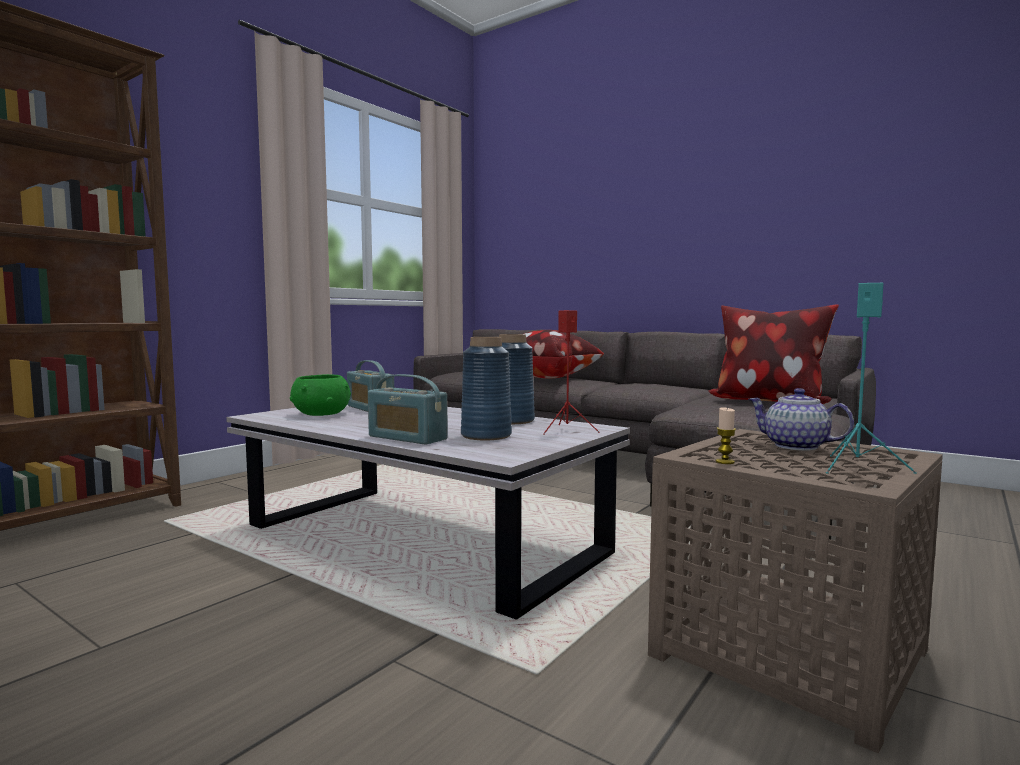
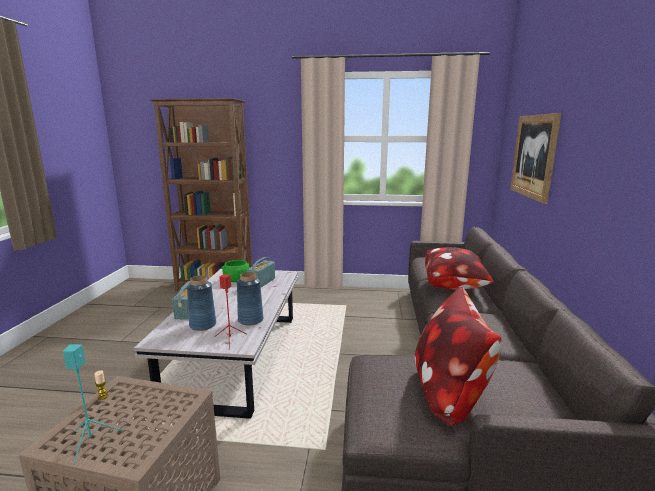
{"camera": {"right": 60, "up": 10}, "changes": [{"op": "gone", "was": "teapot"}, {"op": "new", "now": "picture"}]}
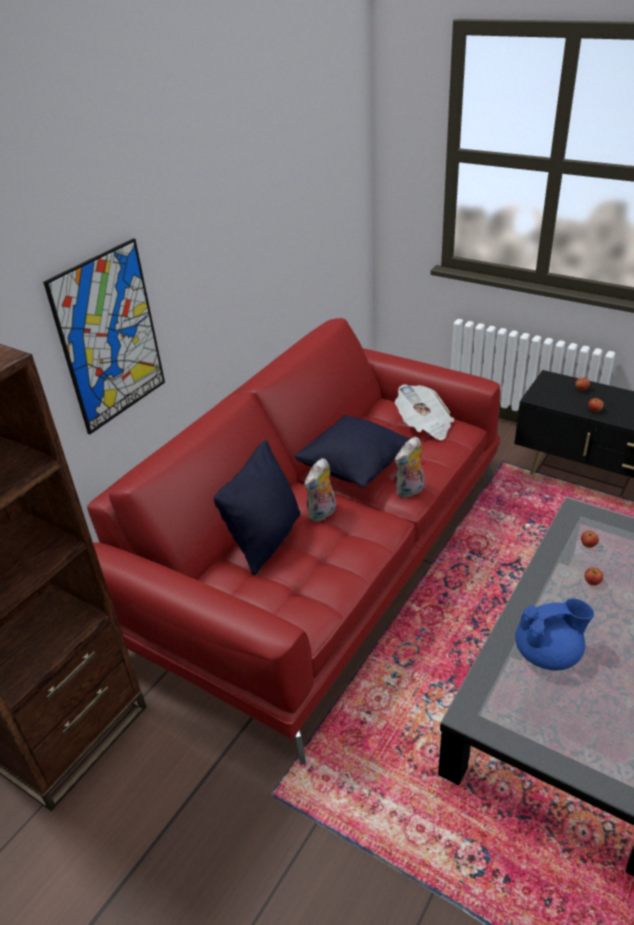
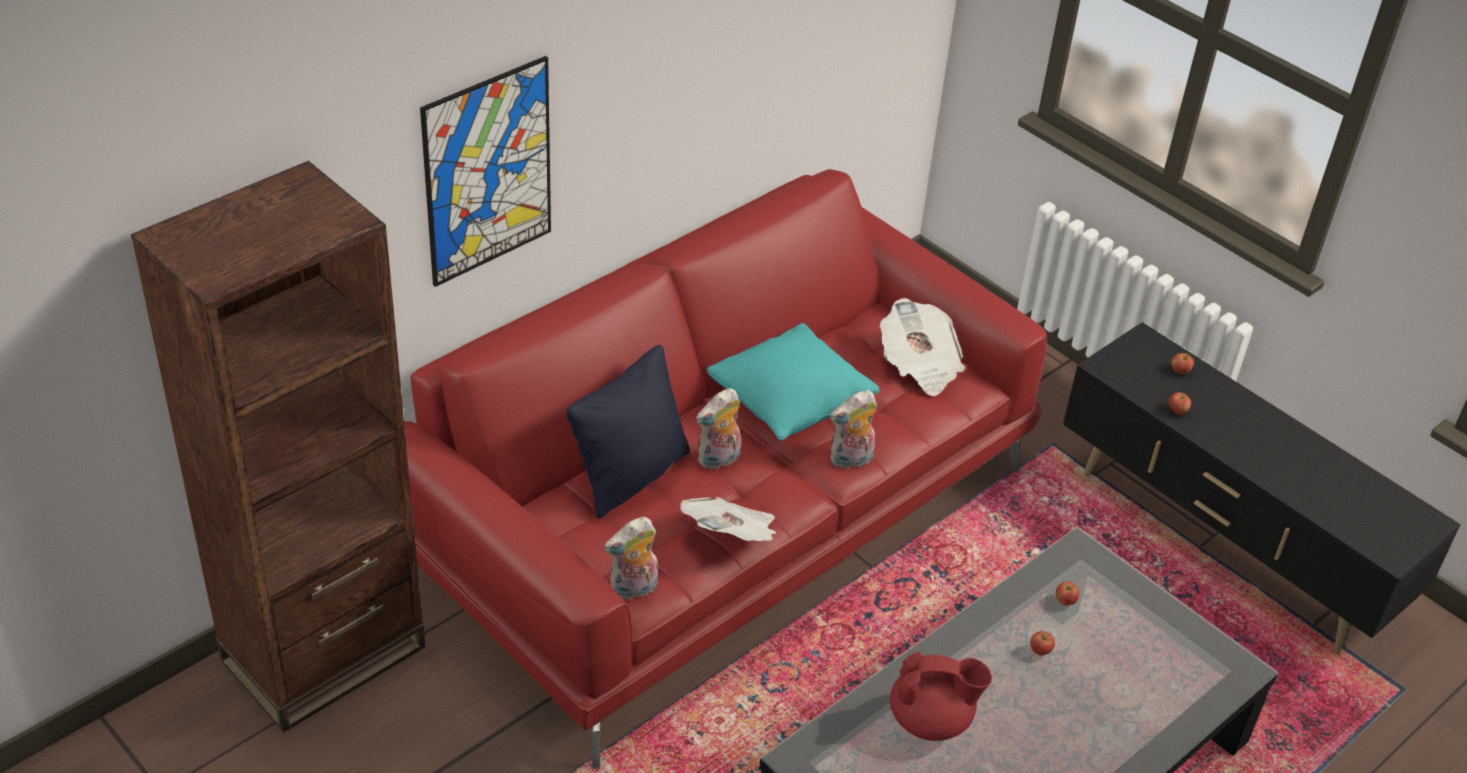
{"camera": {"right": 10, "up": 5}, "changes": [{"op": "repainted", "was": "pillow/black (no. 2 from left)", "now": "pillow/turquoise"}, {"op": "repainted", "was": "teapot/blue", "now": "teapot/red"}, {"op": "new", "now": "plush toy (no. 1 from left)"}, {"op": "new", "now": "newspaper (no. 1 from left)"}]}
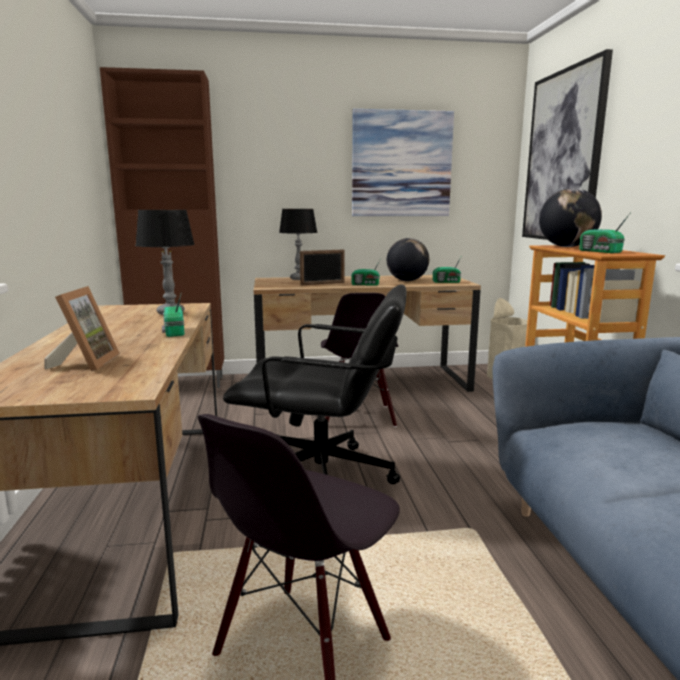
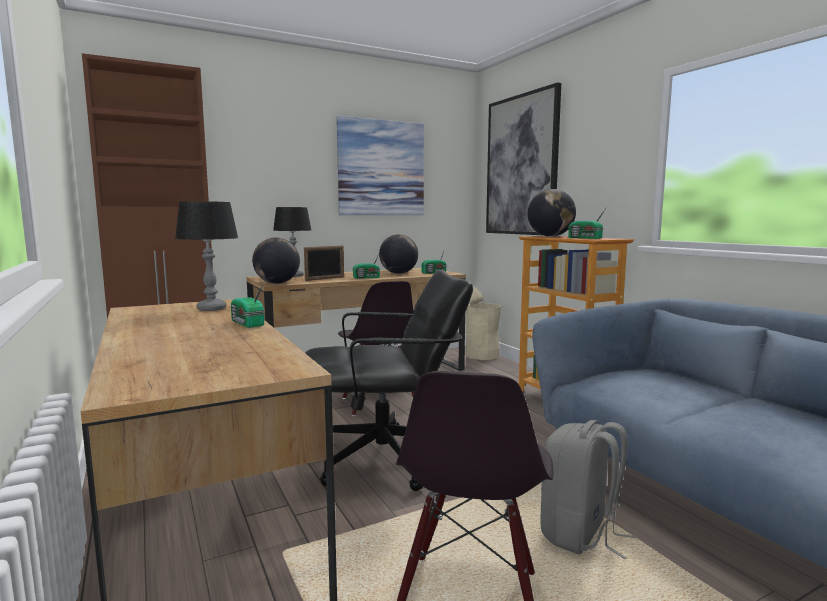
{"camera": {"right": -20, "up": -5}, "changes": [{"op": "gone", "was": "picture frame (no. 1 from left)"}, {"op": "new", "now": "globe (no. 1 from left)"}, {"op": "new", "now": "backpack/grey"}]}
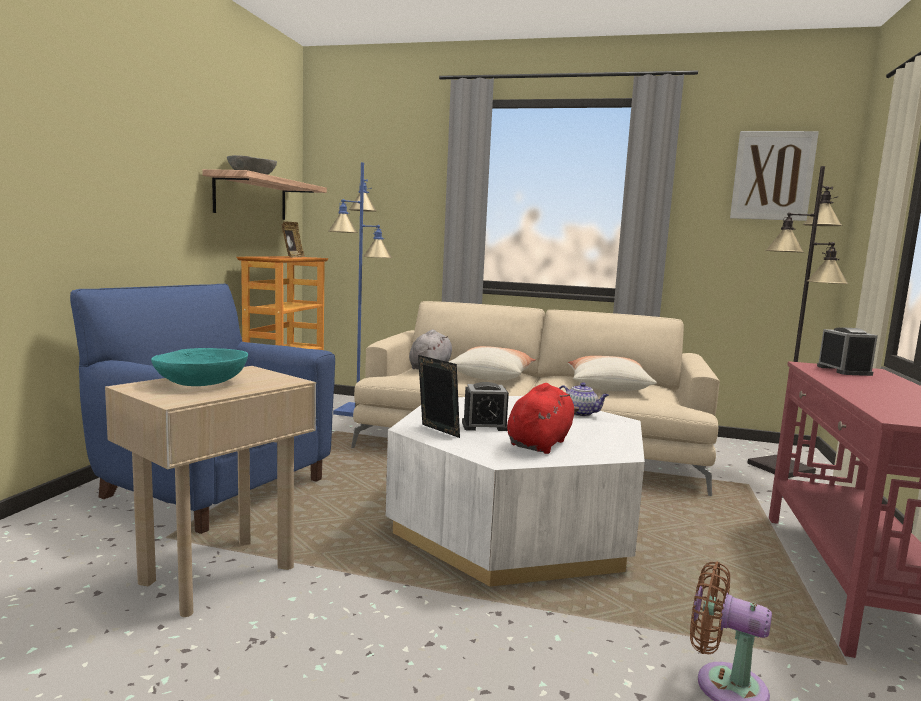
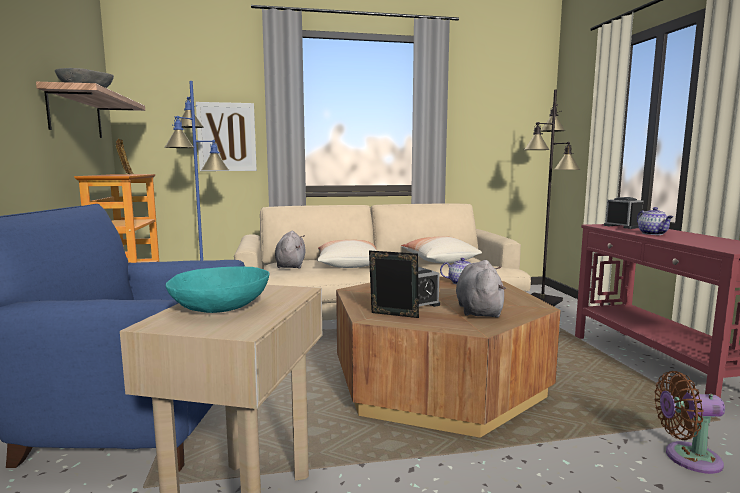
{"camera": {"right": -25, "up": 0}, "changes": [{"op": "repainted", "was": "coffee table/white", "now": "coffee table/brown"}, {"op": "repainted", "was": "plush toy/red", "now": "plush toy/grey (no. 2 from left)"}, {"op": "shifted", "was": "picture"}, {"op": "new", "now": "teapot (no. 2 from left)"}]}
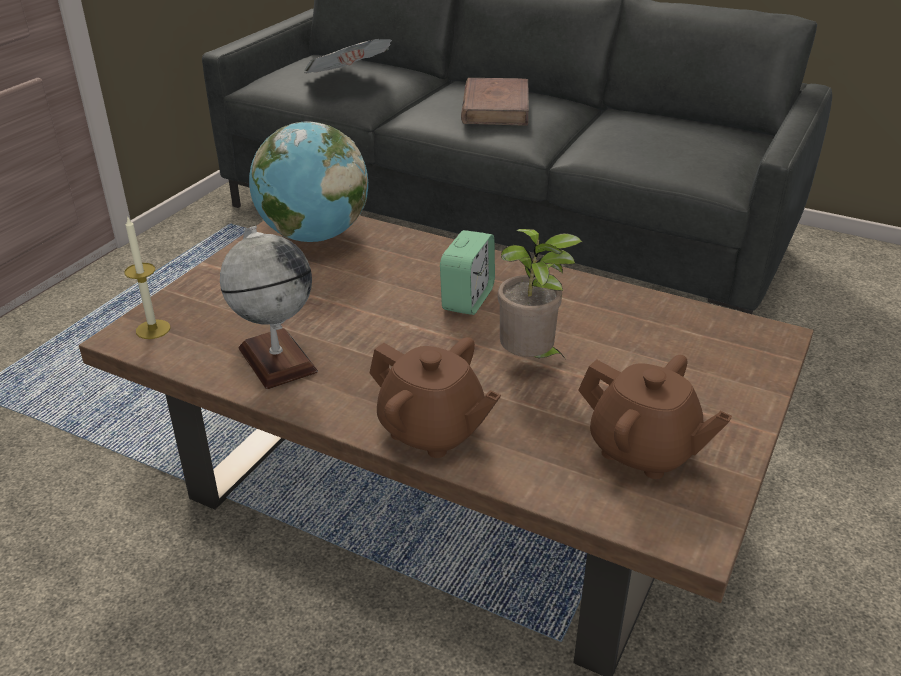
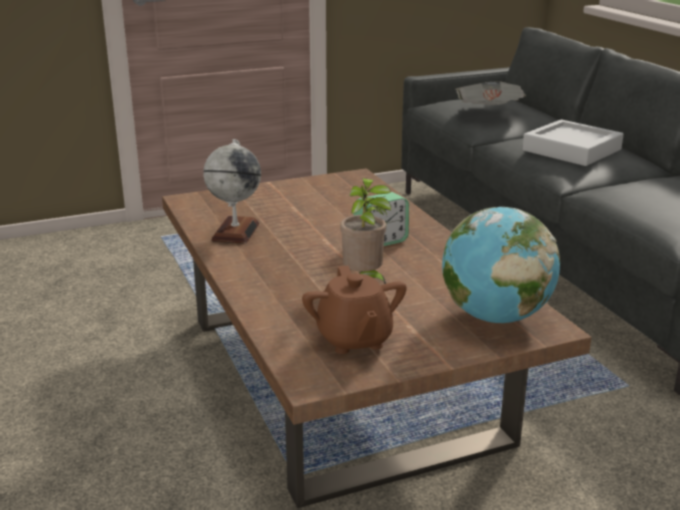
{"camera": {"right": 40, "up": -10}, "changes": [{"op": "gone", "was": "candle"}, {"op": "shifted", "was": "globe (no. 2 from left)"}, {"op": "gone", "was": "teapot/brown (no. 1 from left)"}, {"op": "swapped", "was": "book/brown", "now": "tray/grey"}]}
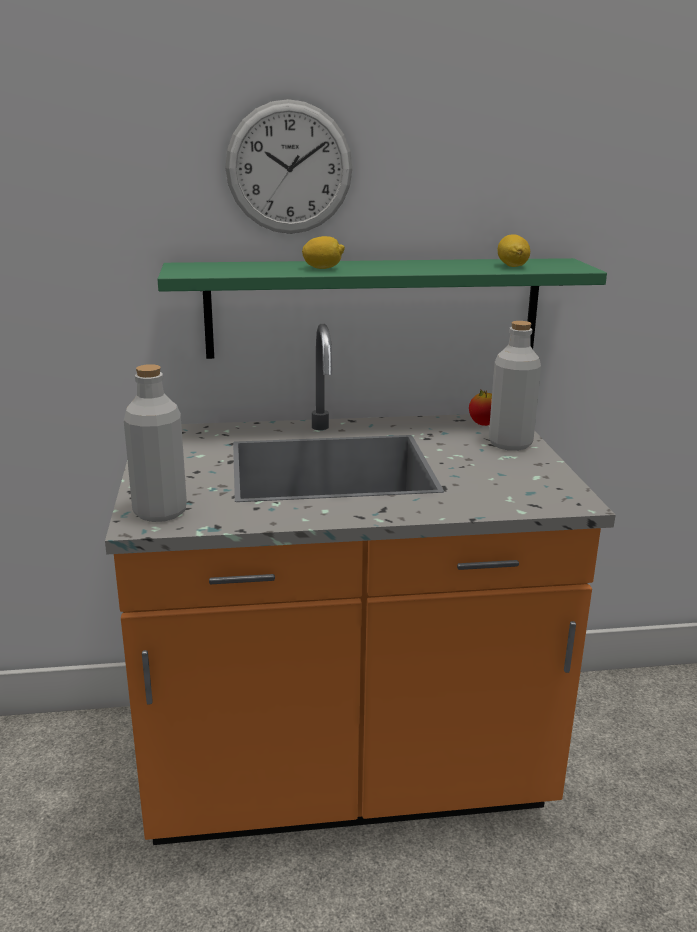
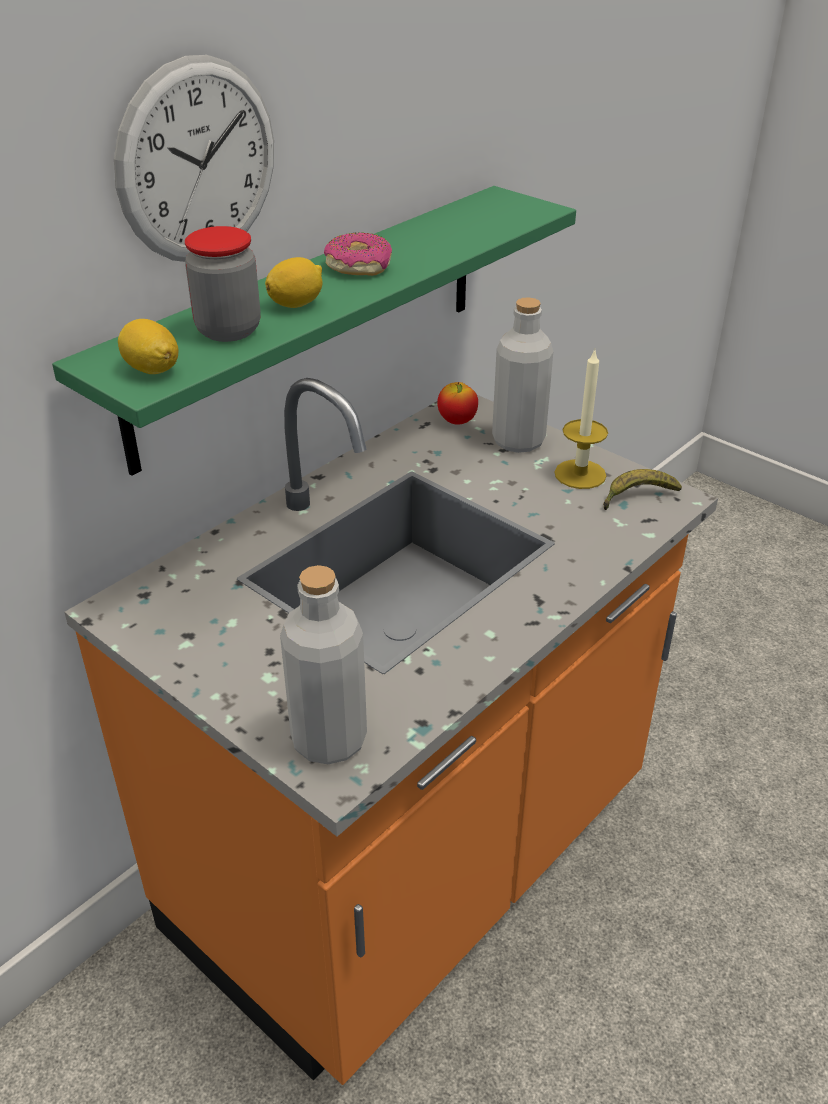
{"camera": {"right": -40, "up": 15}, "changes": [{"op": "shifted", "was": "lemon (no. 2 from left in the first image)", "now": "lemon (no. 1 from left)"}, {"op": "new", "now": "jar"}, {"op": "new", "now": "donut"}, {"op": "new", "now": "candle"}, {"op": "new", "now": "banana"}]}
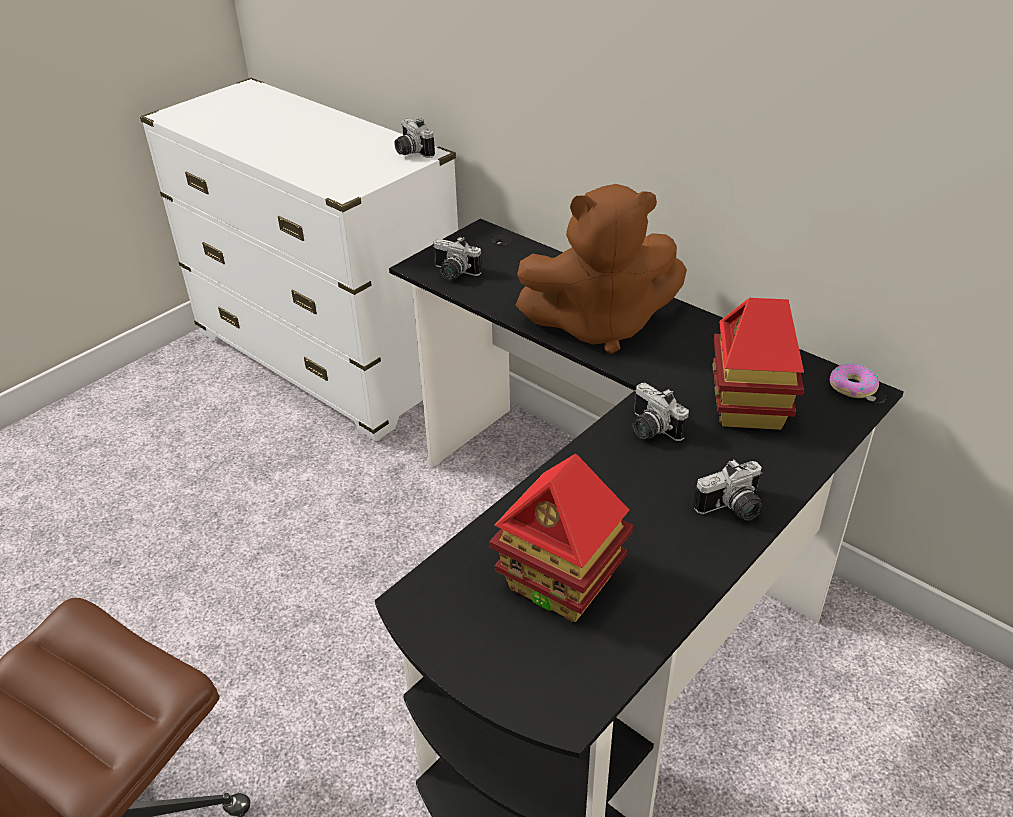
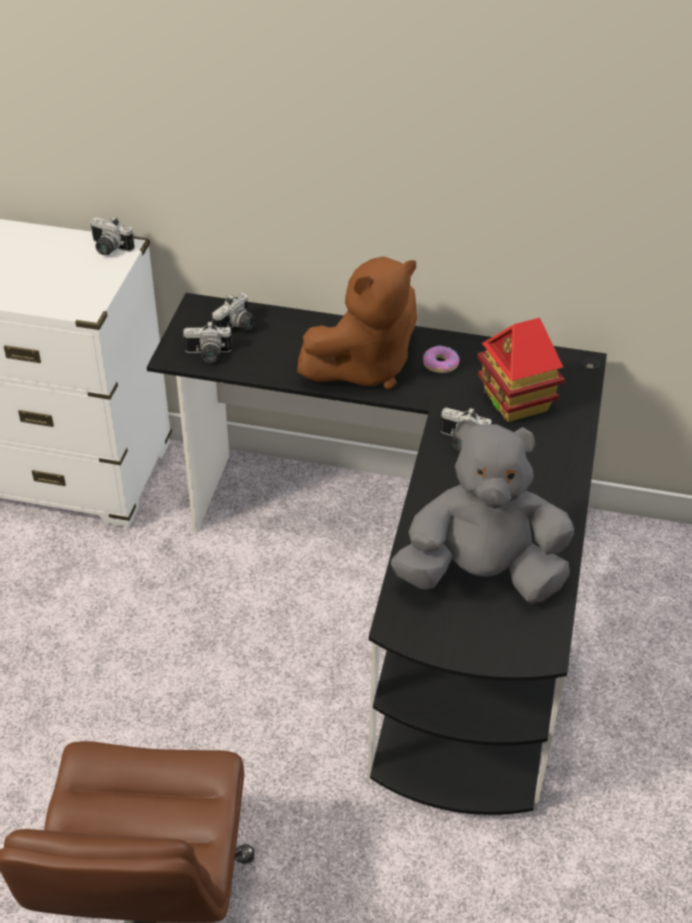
{"camera": {"right": -30, "up": 5}, "changes": [{"op": "swapped", "was": "toy house (no. 1 from left)", "now": "plush toy/grey"}, {"op": "shifted", "was": "photo camera (no. 4 from left in the first image)", "now": "photo camera (no. 3 from left)"}, {"op": "shifted", "was": "donut"}]}
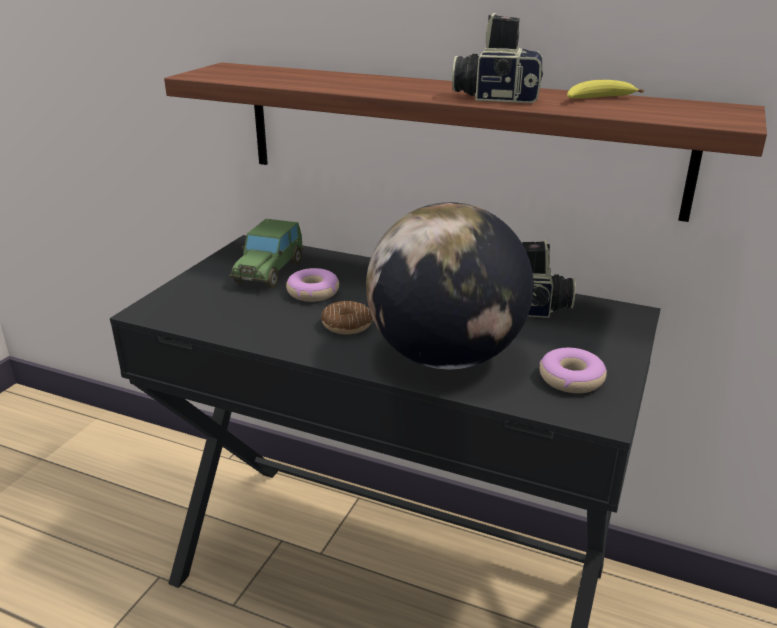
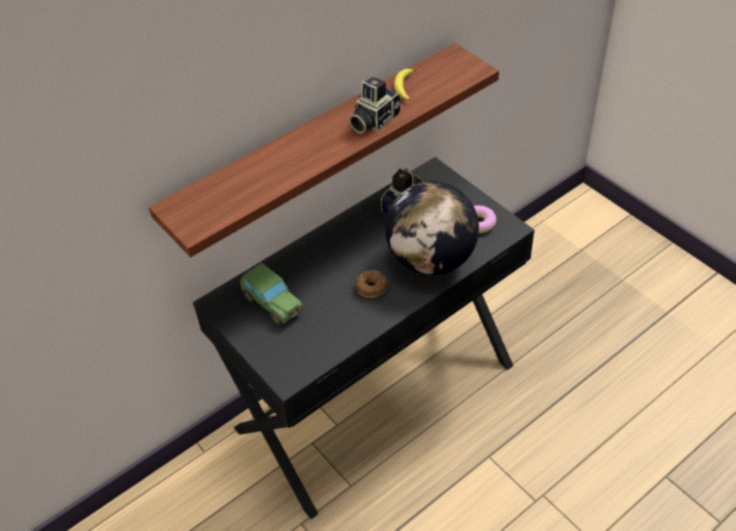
{"camera": {"right": -60, "up": 20}, "changes": [{"op": "gone", "was": "donut (no. 1 from left)"}]}
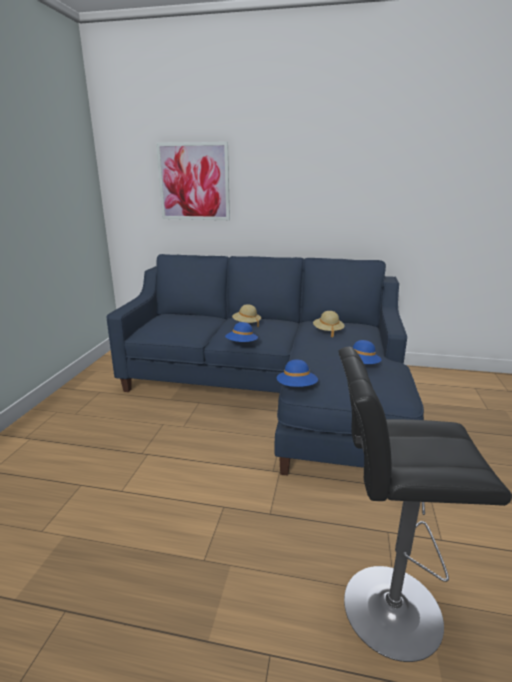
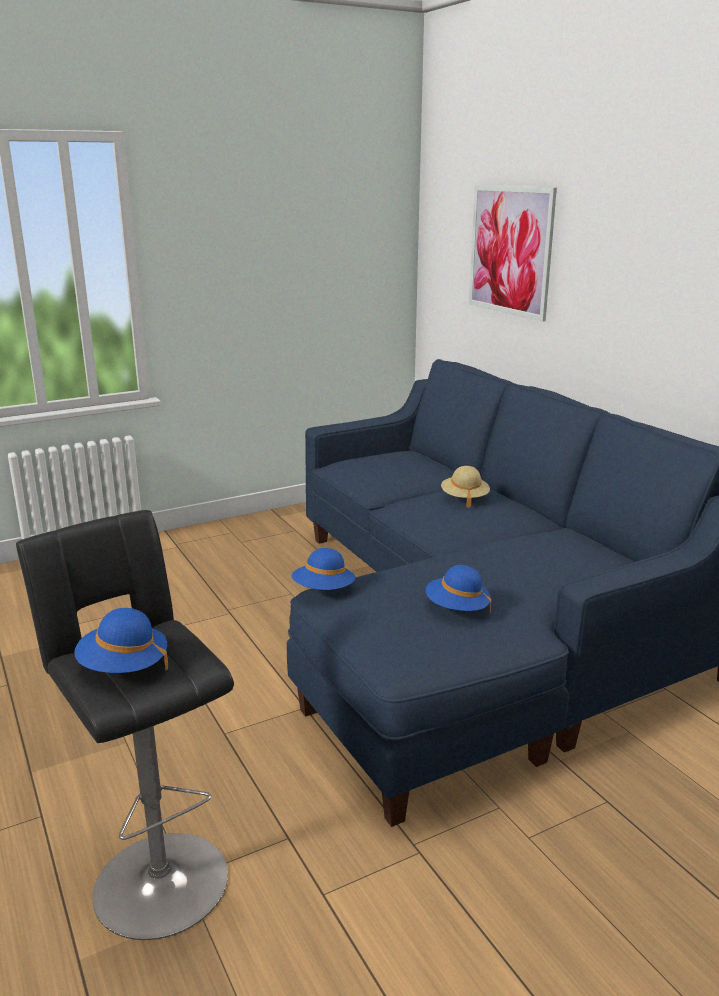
{"camera": {"right": 50, "up": 0}, "changes": [{"op": "shifted", "was": "hat/blue (no. 1 from left)"}, {"op": "gone", "was": "hat/beige (no. 2 from left)"}]}
